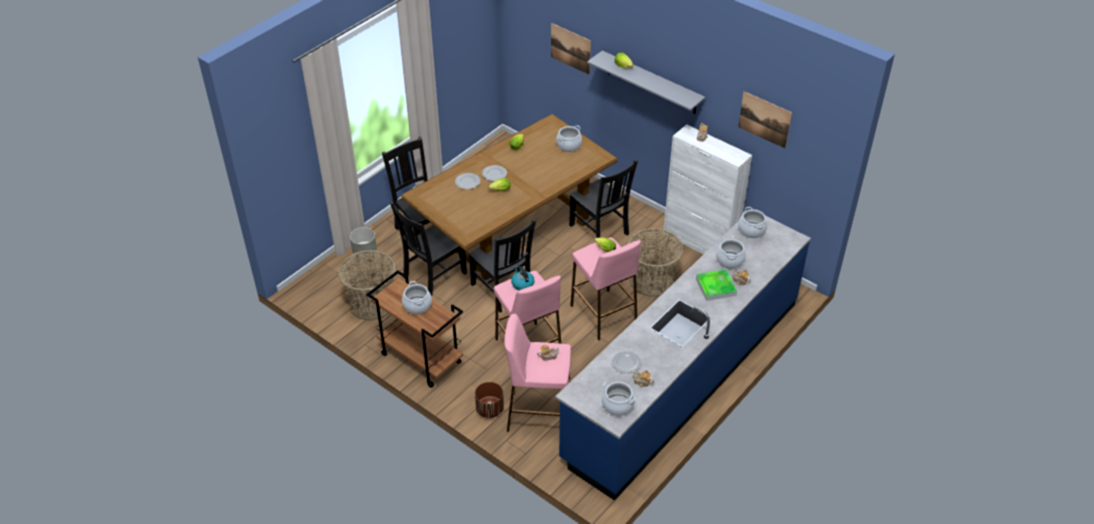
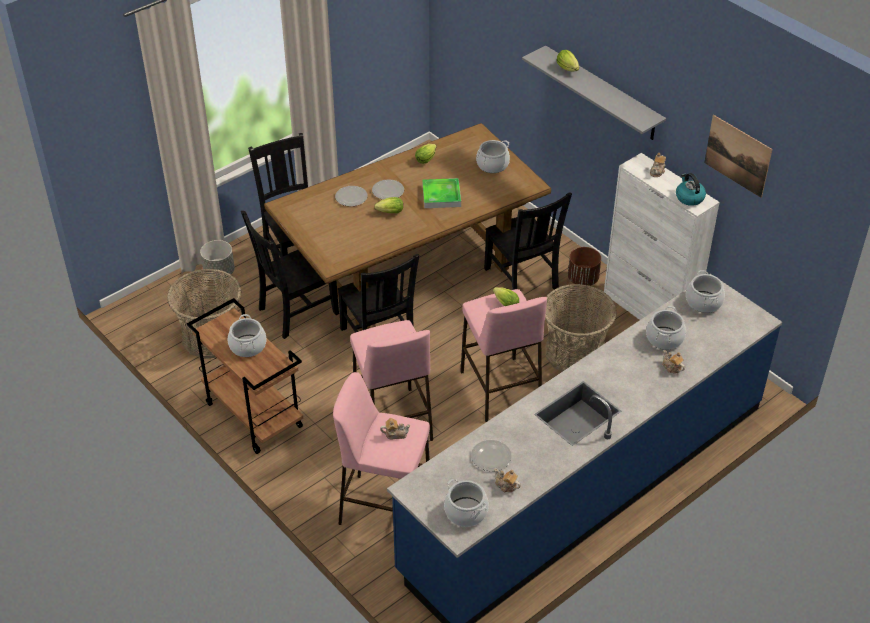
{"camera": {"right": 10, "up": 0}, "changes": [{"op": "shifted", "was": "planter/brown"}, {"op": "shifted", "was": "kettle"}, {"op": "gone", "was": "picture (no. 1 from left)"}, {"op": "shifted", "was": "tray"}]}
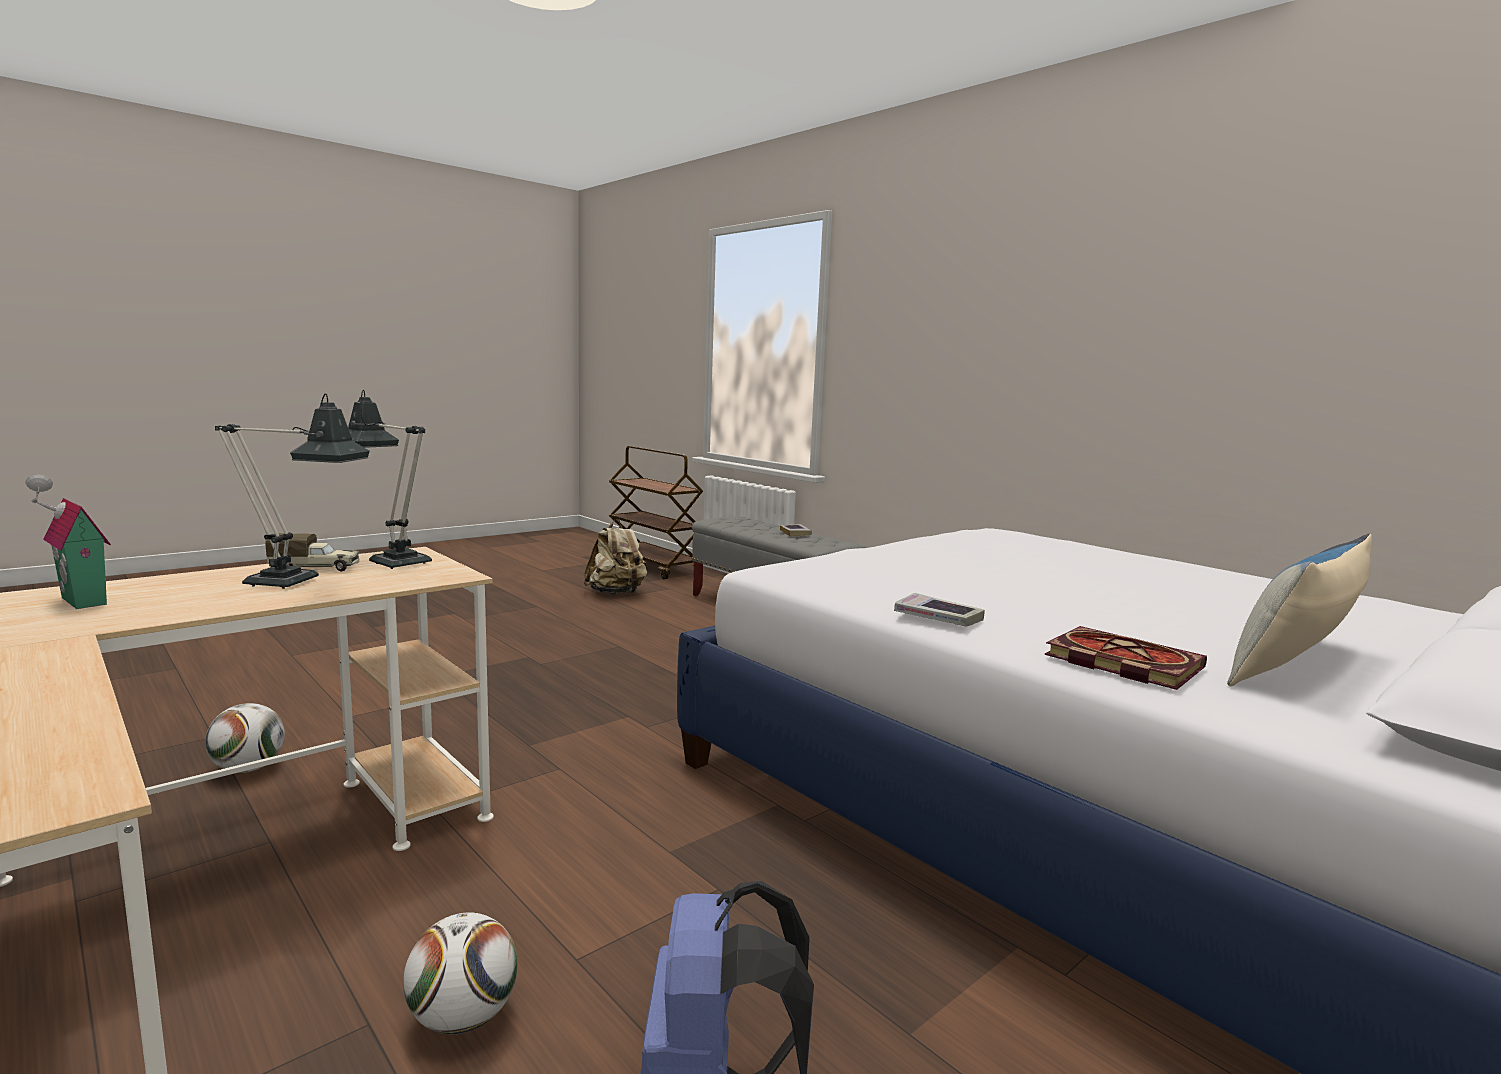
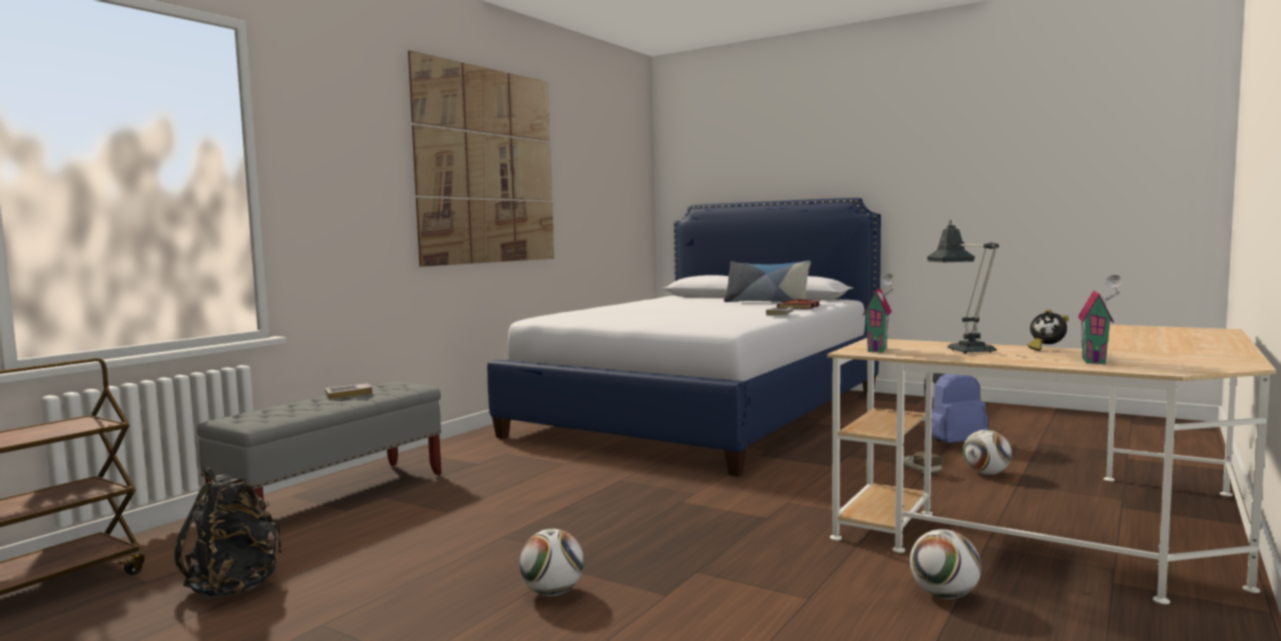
{"camera": {"right": -105, "up": -5}, "changes": [{"op": "shifted", "was": "toy truck"}, {"op": "swapped", "was": "table lamp (no. 2 from left)", "now": "toy house (no. 1 from left)"}, {"op": "repainted", "was": "backpack/beige", "now": "backpack/black"}, {"op": "new", "now": "picture"}, {"op": "new", "now": "football (no. 1 from left)"}, {"op": "new", "now": "alarm clock"}]}
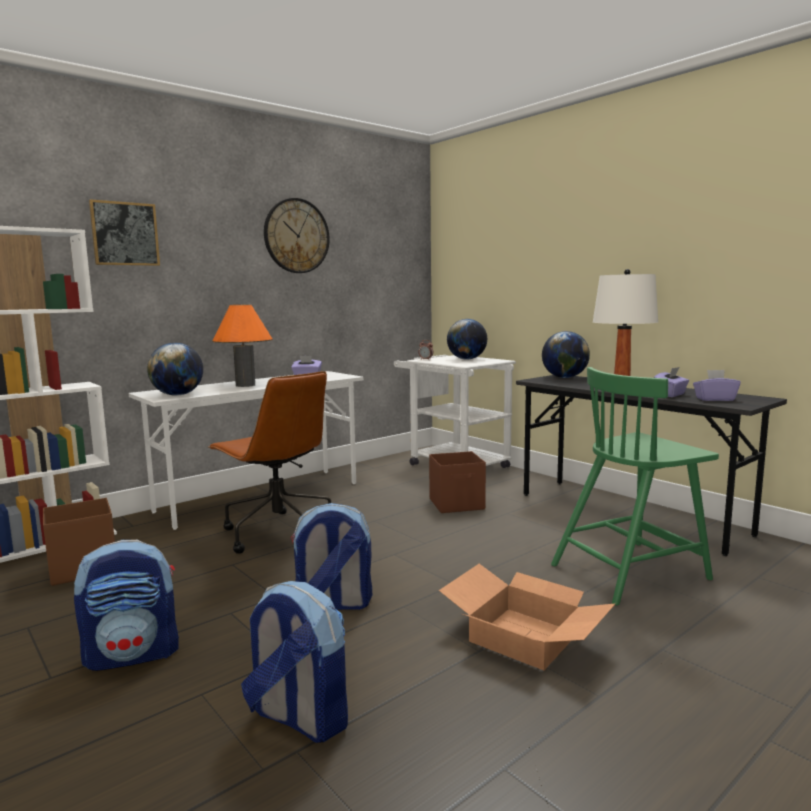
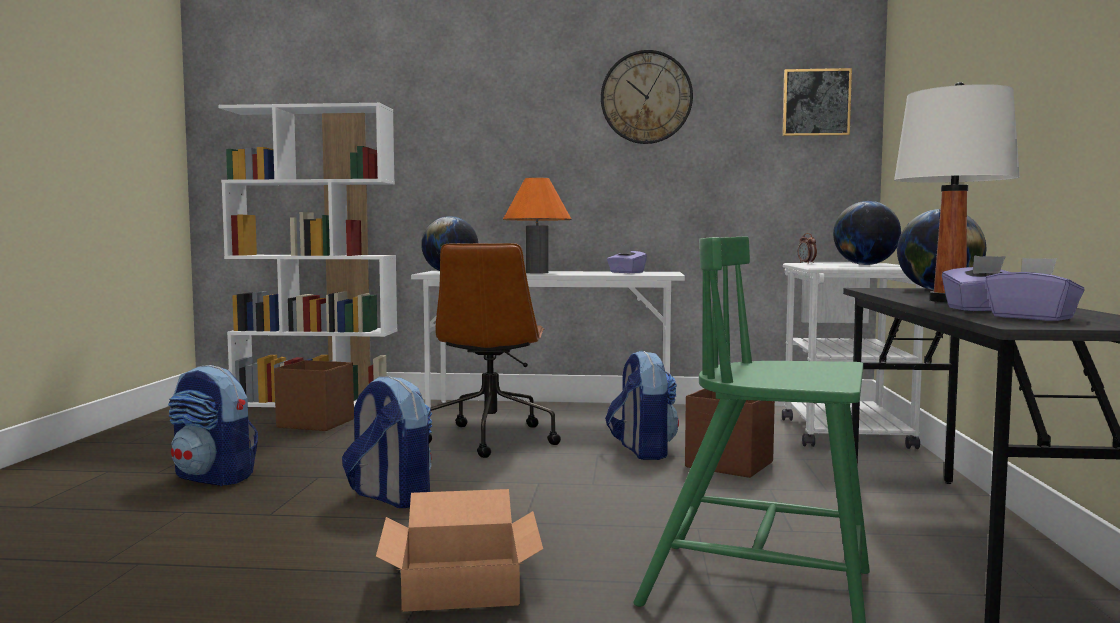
{"camera": {"right": 45, "up": -5}, "changes": [{"op": "shifted", "was": "picture"}, {"op": "shifted", "was": "backpack (no. 2 from left in the first image)", "now": "backpack (no. 3 from left)"}]}
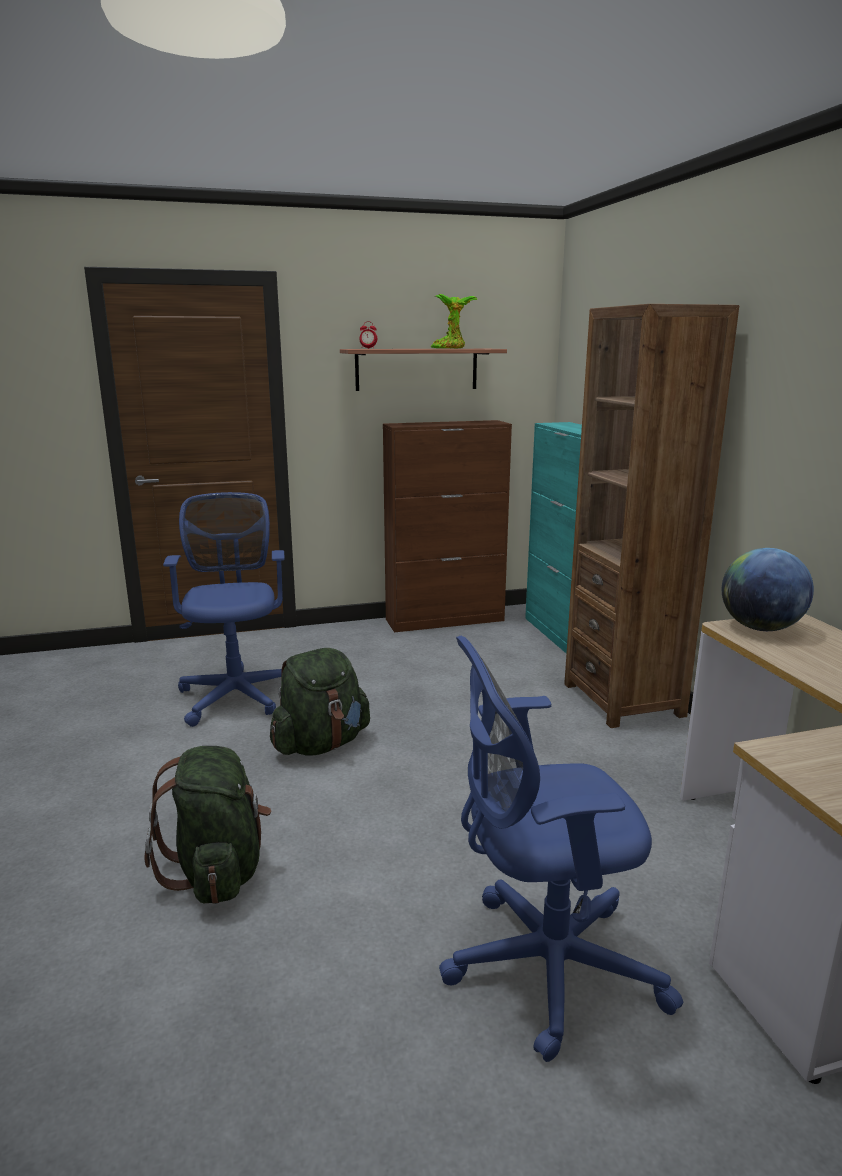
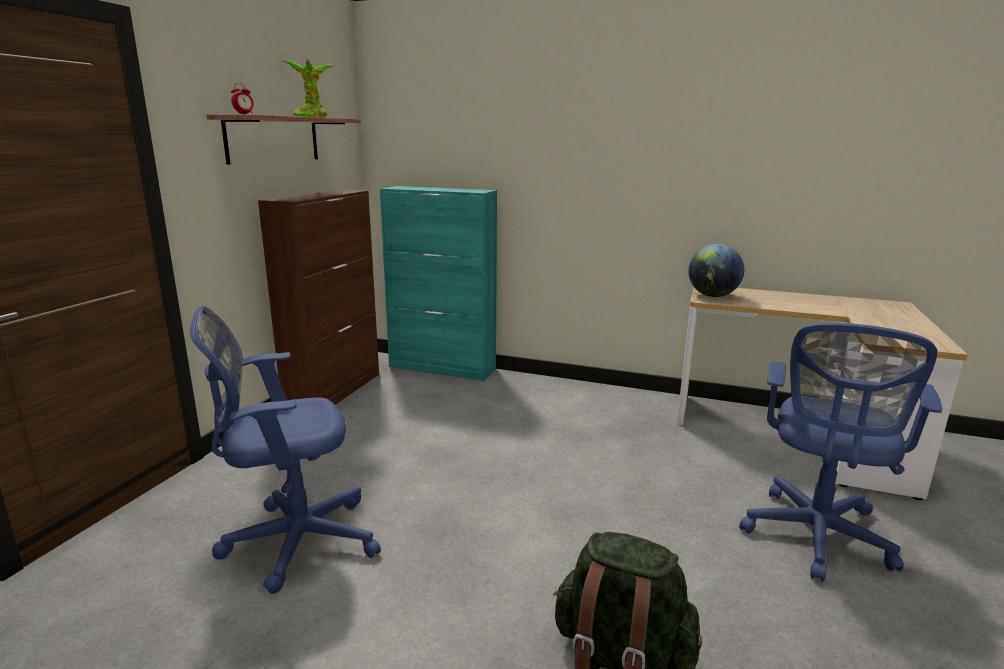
{"camera": {"right": -55, "up": 0}, "changes": [{"op": "rotated", "was": "office chair/blue (no. 1 from left)", "clockwise": -45}, {"op": "gone", "was": "backpack/green (no. 2 from left)"}, {"op": "gone", "was": "bookcase/brown"}]}
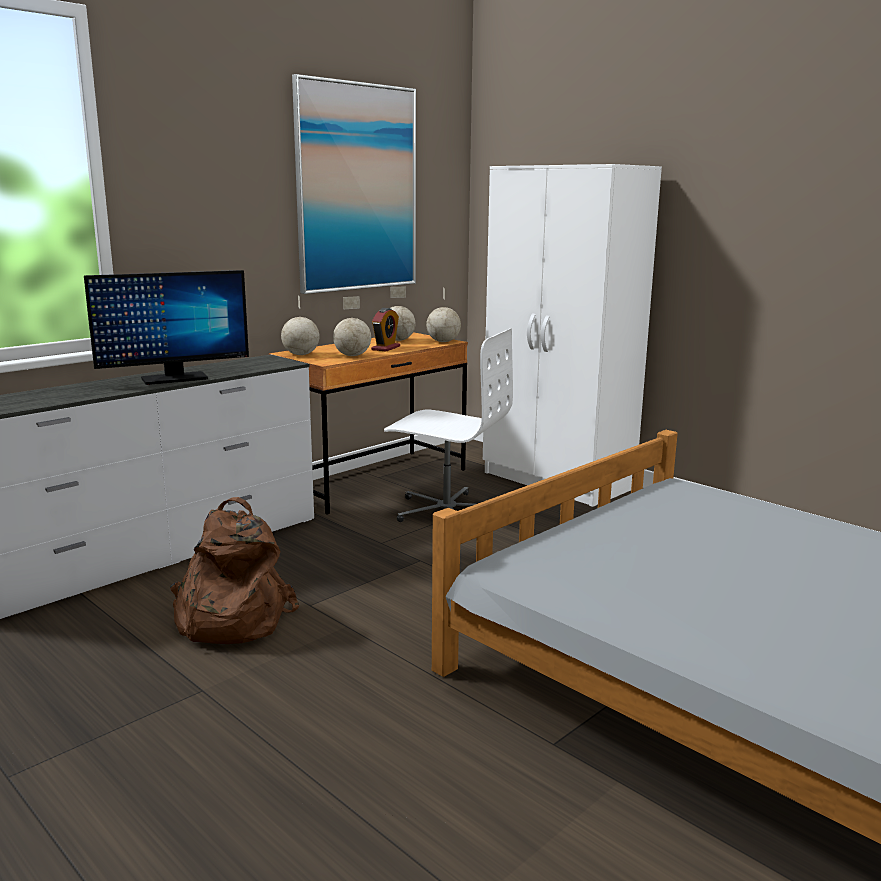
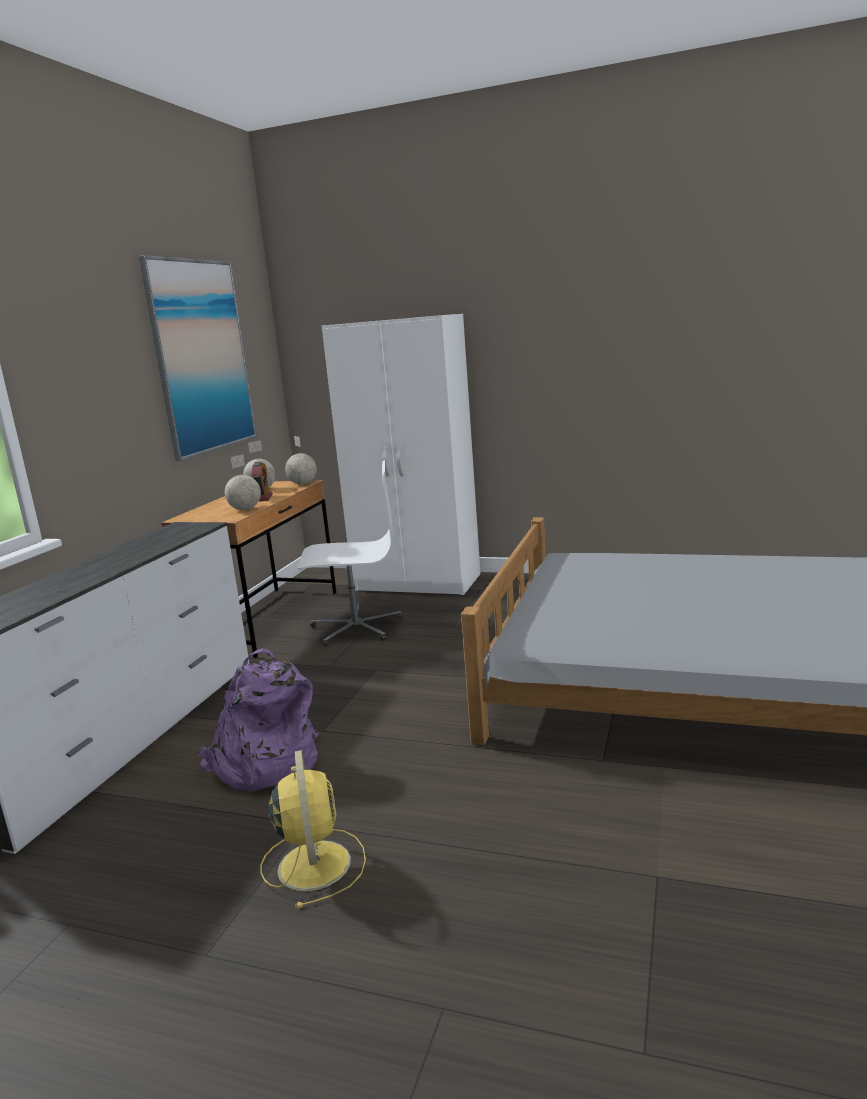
{"camera": {"right": -25, "up": 0}, "changes": [{"op": "gone", "was": "monitor"}, {"op": "repainted", "was": "backpack/brown", "now": "backpack/purple"}, {"op": "gone", "was": "globe (no. 1 from left)"}, {"op": "new", "now": "fan/yellow"}]}
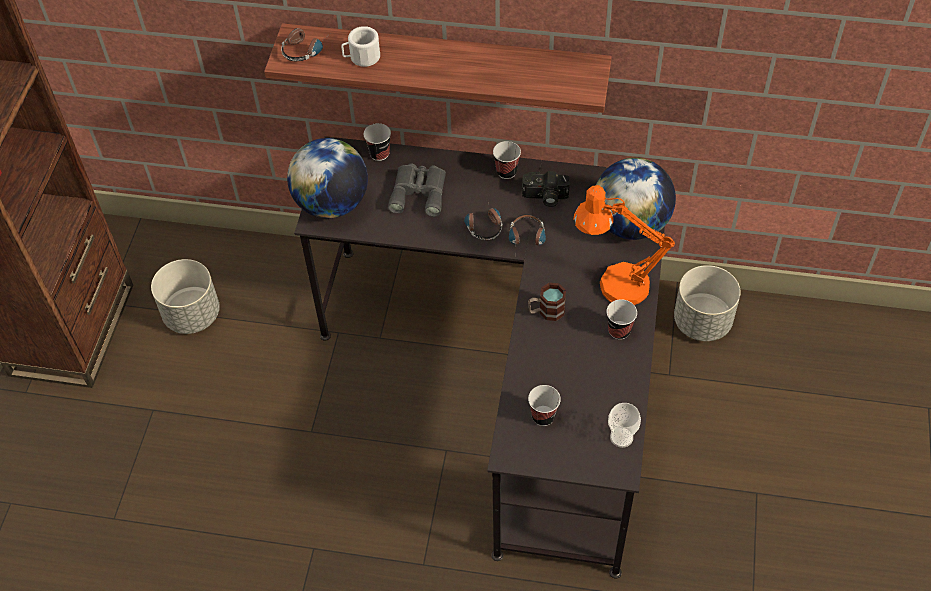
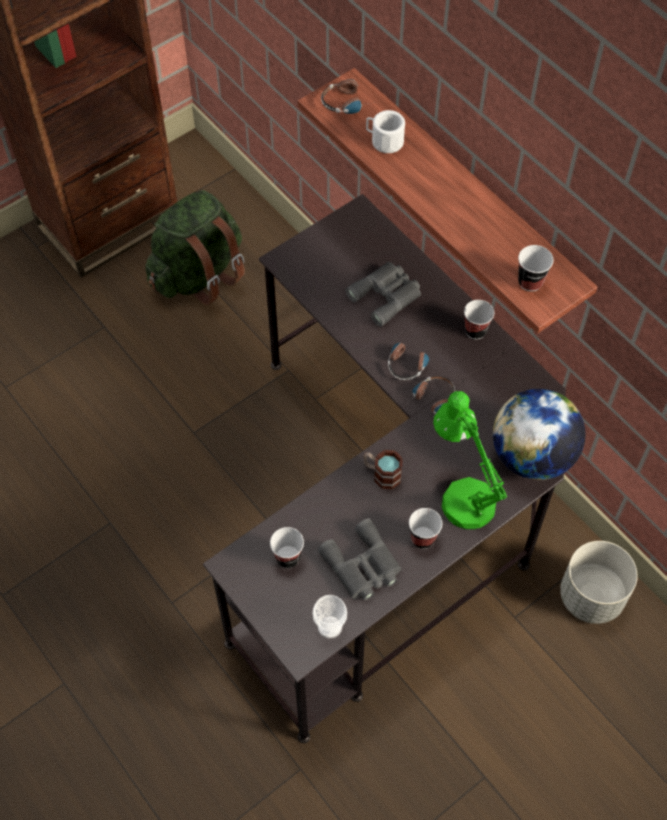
{"camera": {"right": 40, "up": 5}, "changes": [{"op": "swapped", "was": "planter/grey (no. 1 from left)", "now": "backpack/green"}, {"op": "gone", "was": "globe (no. 1 from left)"}, {"op": "shifted", "was": "cup (no. 1 from left in the first image)", "now": "cup (no. 5 from left)"}, {"op": "gone", "was": "photo camera"}, {"op": "repainted", "was": "table lamp/orange", "now": "table lamp/green"}, {"op": "new", "now": "binoculars/grey (no. 1 from left)"}]}
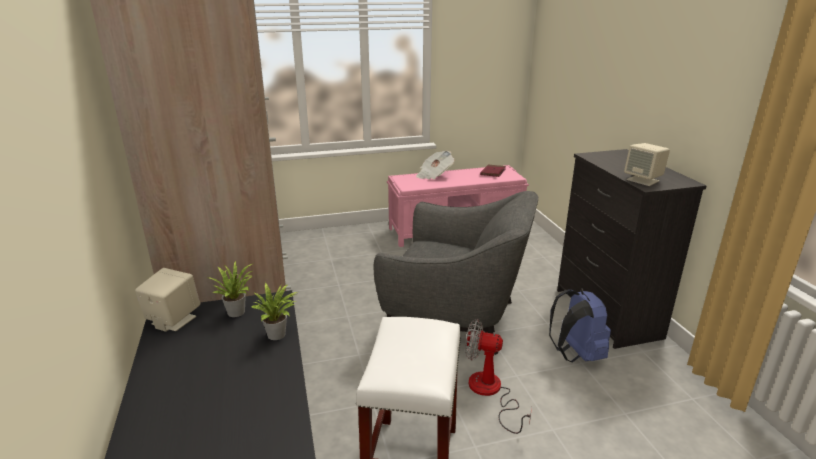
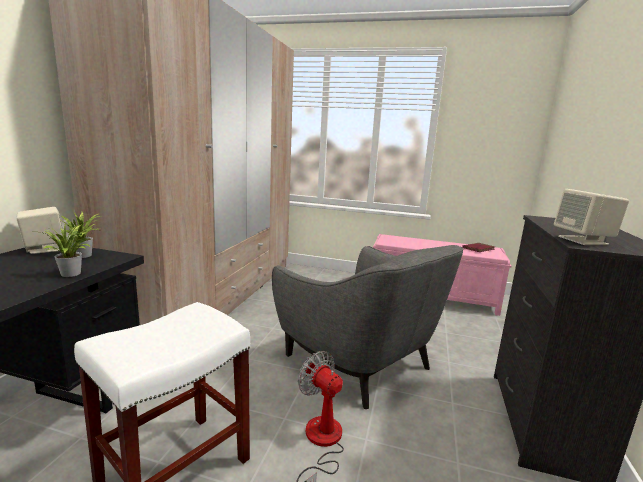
{"camera": {"right": 30, "up": -10}, "changes": [{"op": "gone", "was": "newspaper"}, {"op": "gone", "was": "backpack/blue"}]}
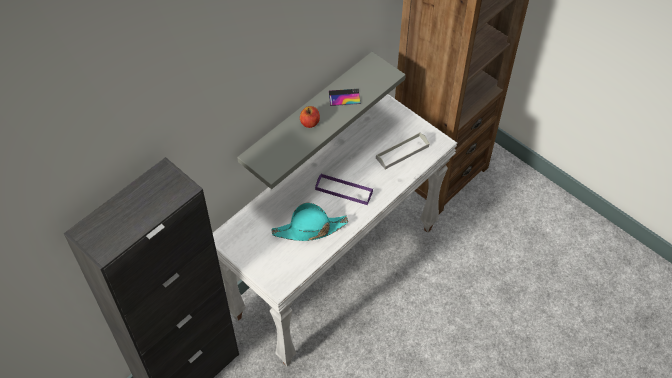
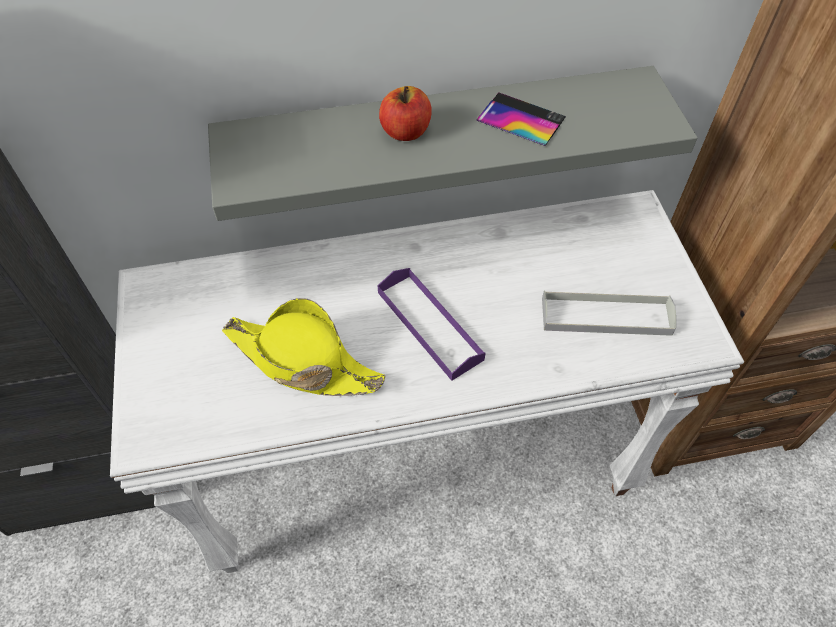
{"camera": {"right": 35, "up": 0}, "changes": [{"op": "repainted", "was": "hat/turquoise", "now": "hat/yellow"}]}
